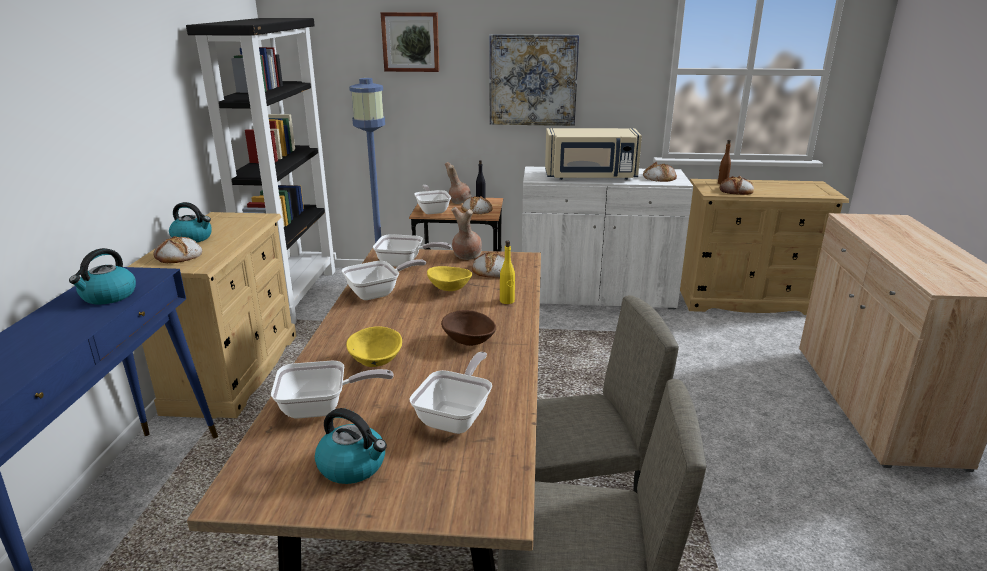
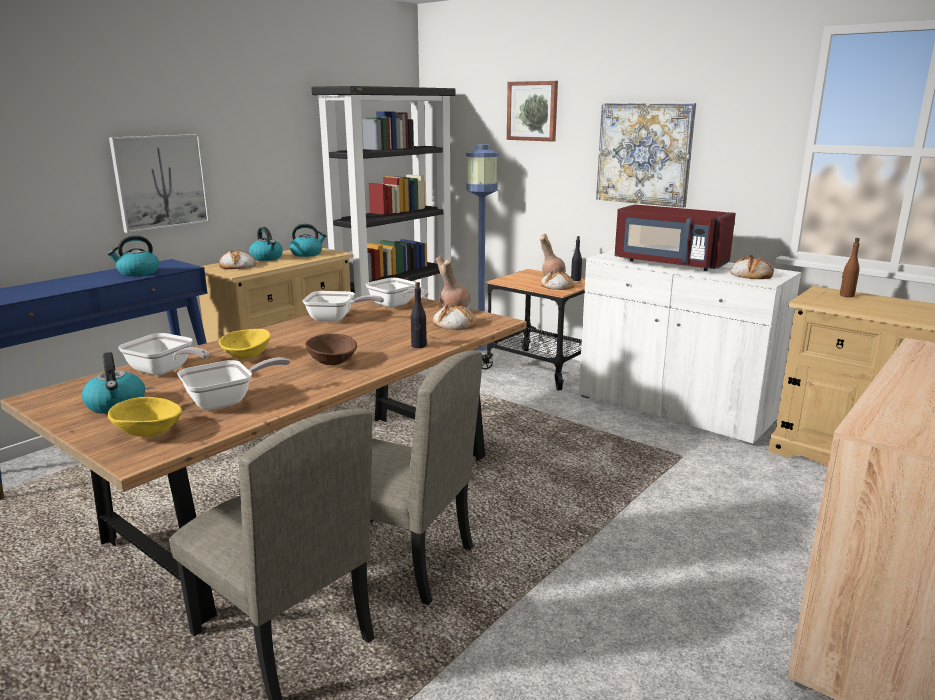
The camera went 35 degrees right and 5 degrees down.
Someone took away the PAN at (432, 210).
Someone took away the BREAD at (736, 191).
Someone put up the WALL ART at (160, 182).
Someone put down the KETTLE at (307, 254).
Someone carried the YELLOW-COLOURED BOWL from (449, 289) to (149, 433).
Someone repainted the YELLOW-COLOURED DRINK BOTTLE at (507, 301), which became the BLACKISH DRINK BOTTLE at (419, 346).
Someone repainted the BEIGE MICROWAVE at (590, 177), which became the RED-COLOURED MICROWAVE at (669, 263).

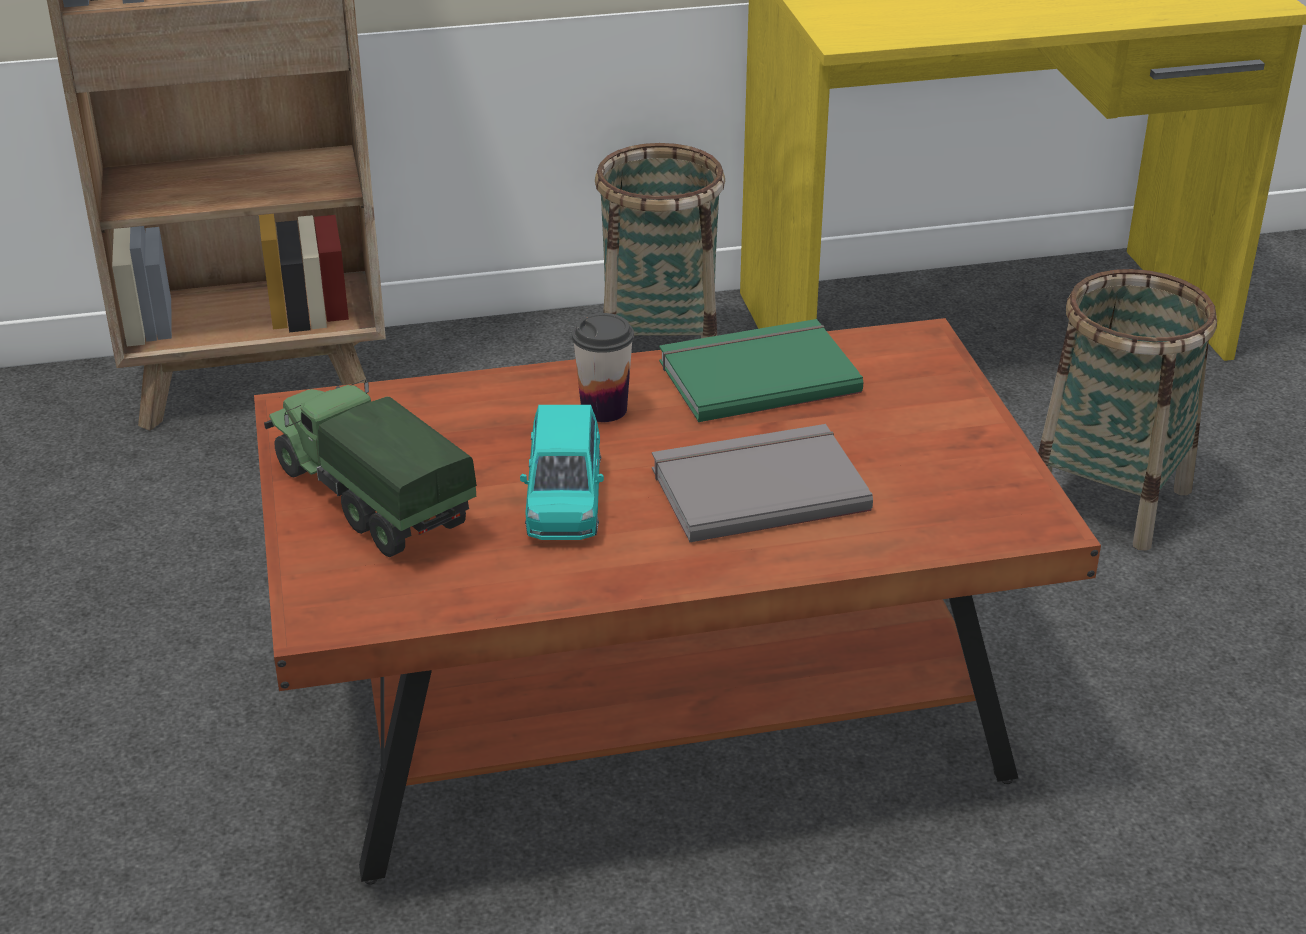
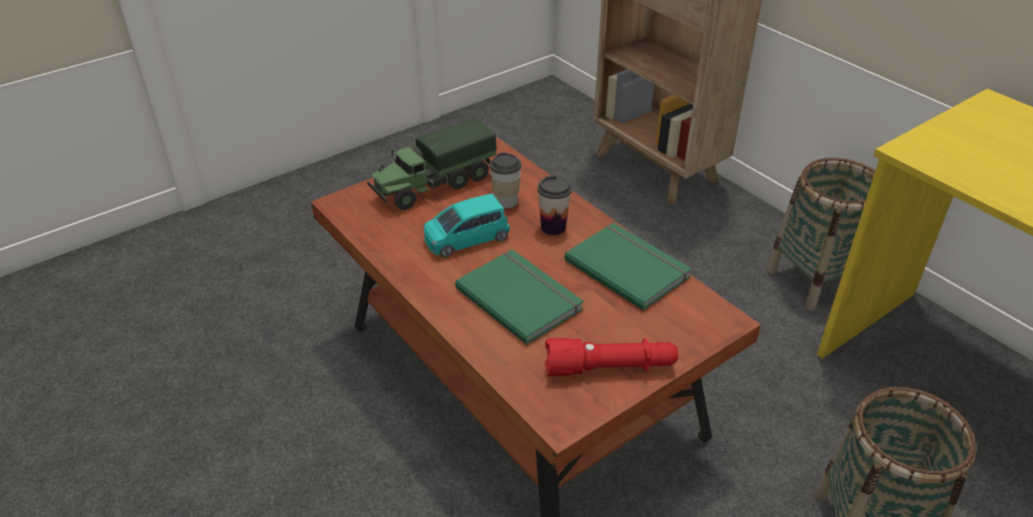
The camera went 65 degrees right and 5 degrees up.
Someone put down the DRINKING CUP at (505, 201).
Someone put down the RED-COLOURED HAND TORCH at (610, 368).
Someone repainted the GREYISH BOOK at (756, 486), which became the GREENISH BOOK at (521, 297).
Someone rotated the MODEL TRUCK at (368, 496) by 150 degrees counterclockwise.

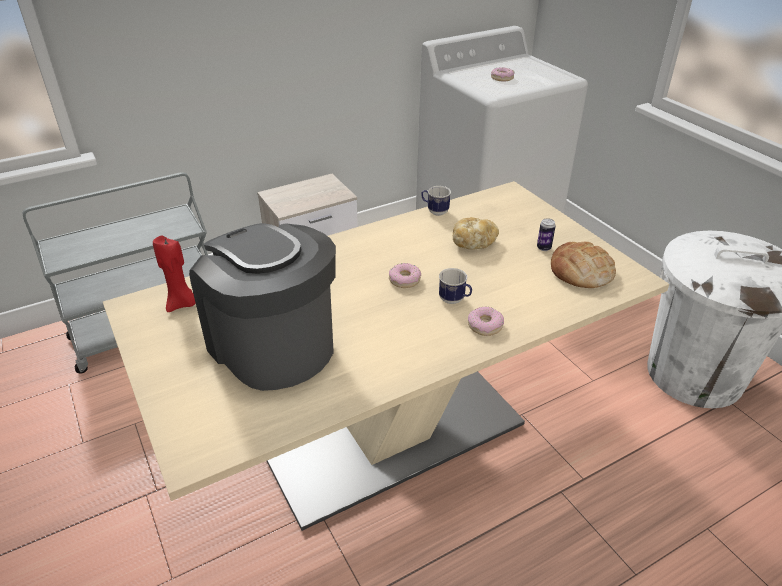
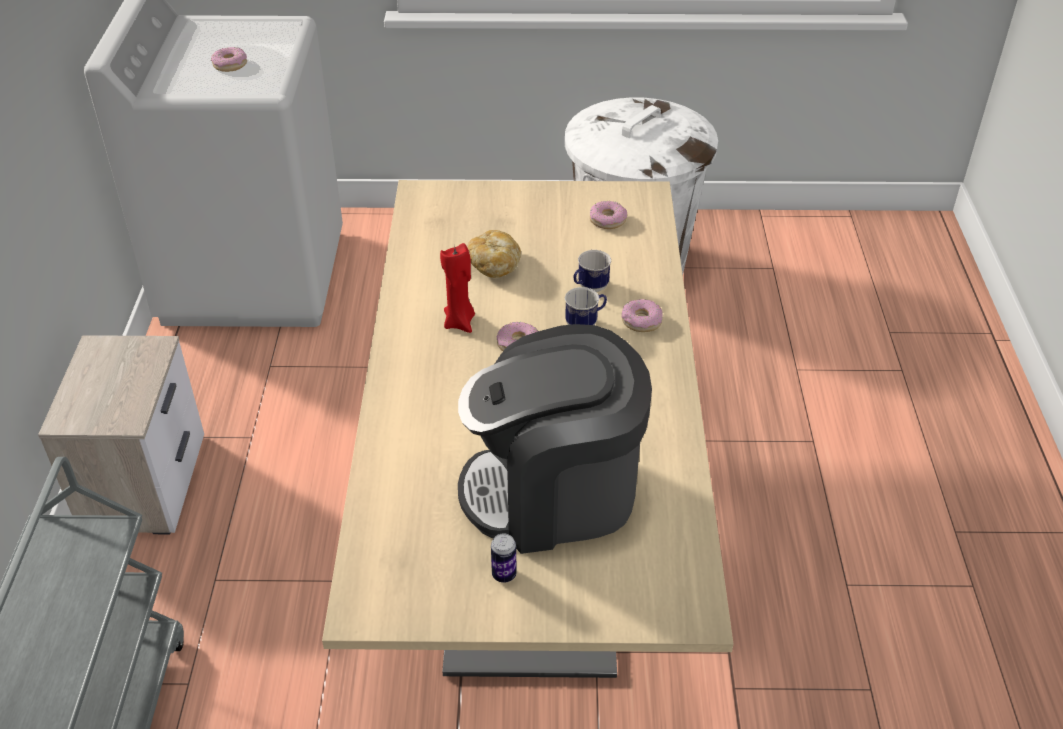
The camera went 60 degrees left and 5 degrees up.
Someone carried the RED-COLOURED WAX CANDLE from (182, 304) to (460, 322).
Someone carried the MUG from (435, 211) to (589, 288).
Someone carried the SEALED CAN from (543, 248) to (504, 574).
Someone swapped the BREAD at (581, 271) for the DONUT at (608, 220).

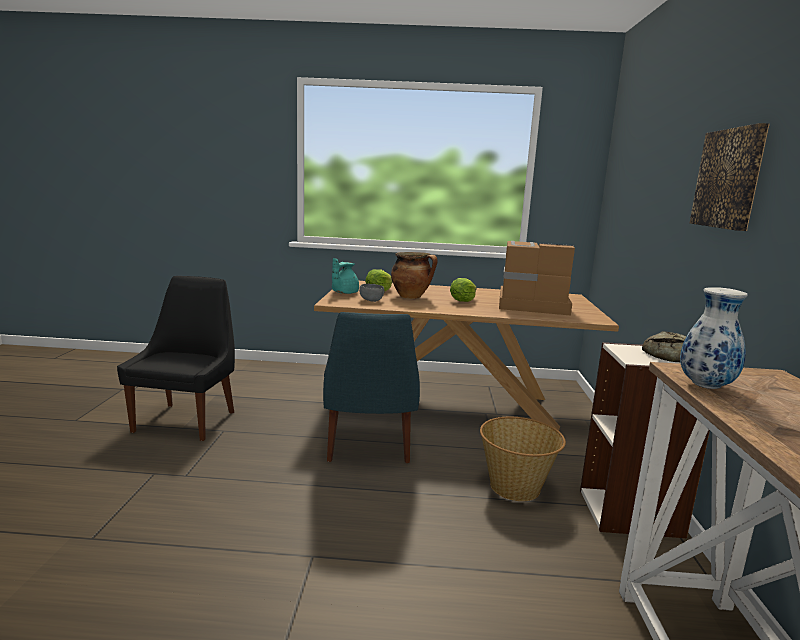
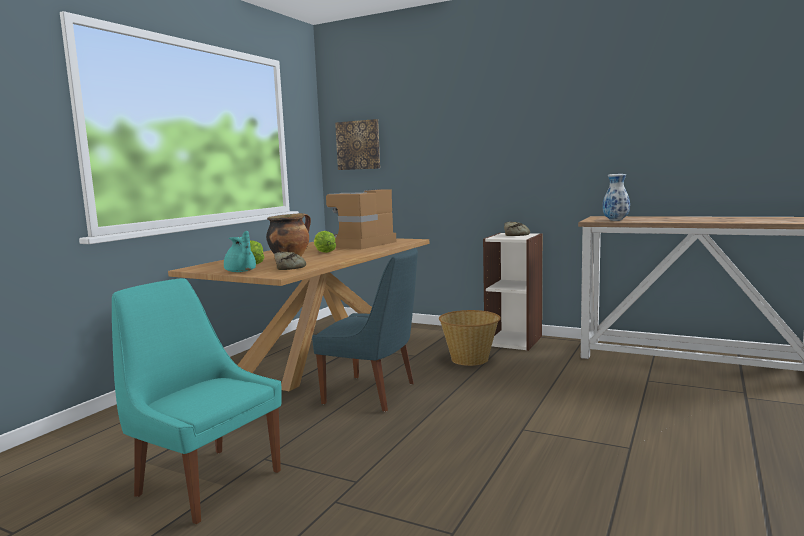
The camera went 65 degrees left and 5 degrees down.
Someone carried the WALL ART from (729, 179) to (358, 145).
Someone swapped the GREYISH BOWL at (371, 300) for the BREAD at (288, 267).
Someone repainted the BLACKISH UPRIGHT CHAIR at (187, 420), which became the TURQUOISE UPRIGHT CHAIR at (205, 482).

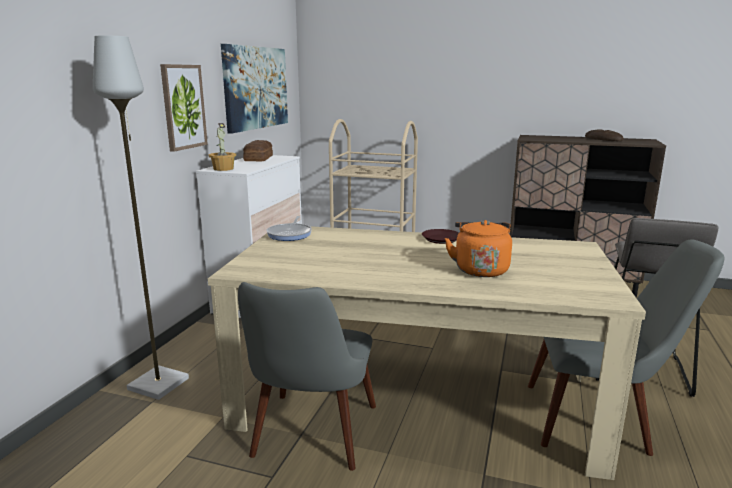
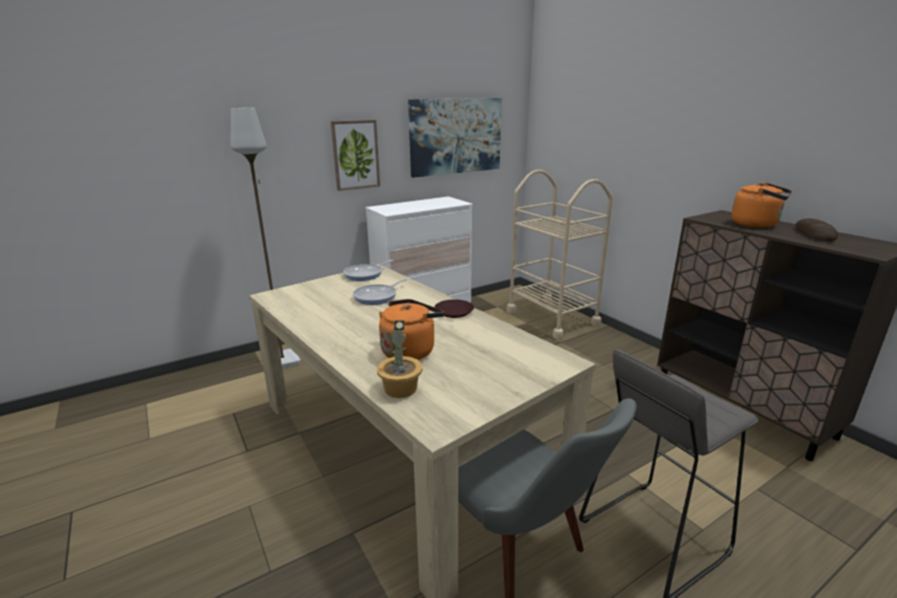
The camera went 40 degrees right and 5 degrees up.
Someone took away the GREYISH UPRIGHT CHAIR at (310, 441).
Someone took away the BREAD at (257, 158).
Someone put down the PAN at (377, 296).
Someone put down the ORANGE KETTLE at (757, 224).
Someone carried the HOUSEPLANT from (223, 169) to (400, 388).

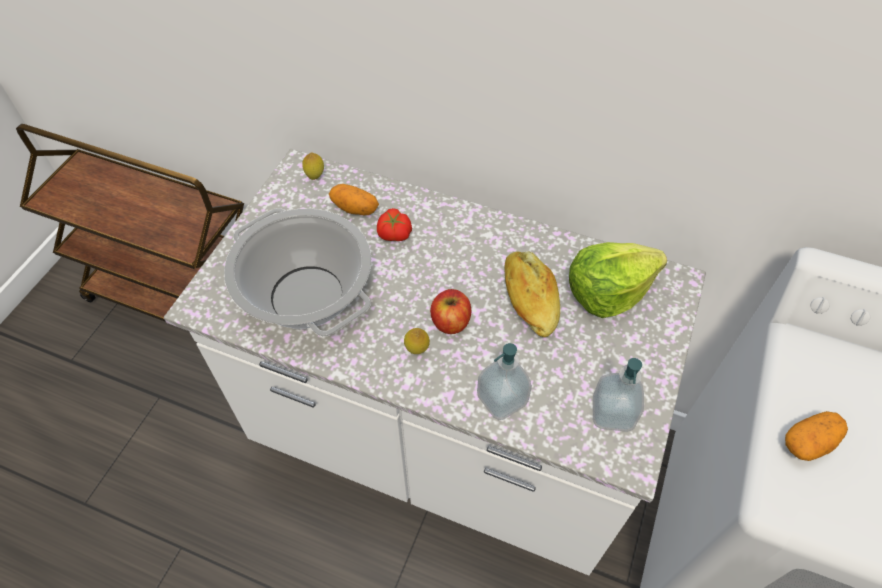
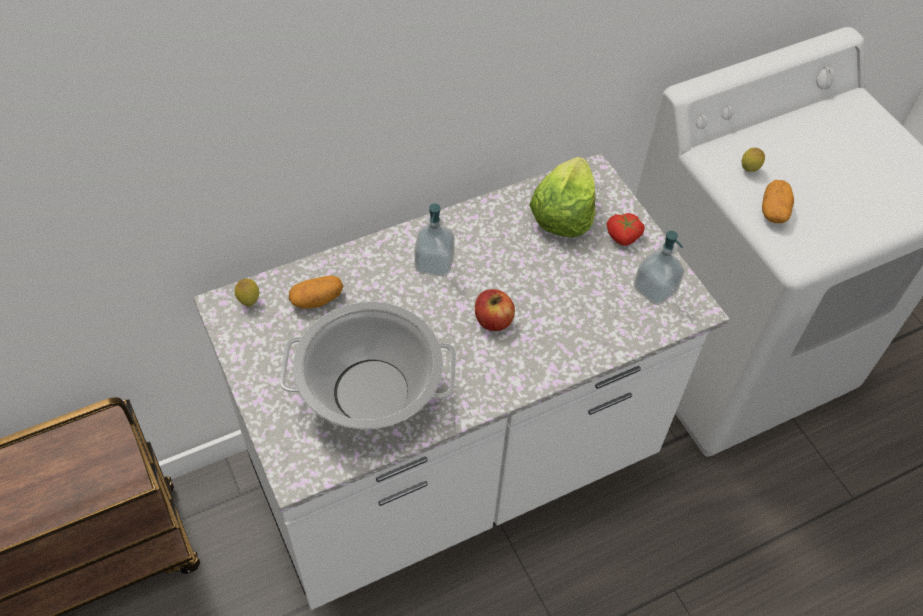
The camera went 50 degrees left and 0 degrees up.
Someone took away the BREAD at (529, 300).
Someone carried the TOMATO from (394, 234) to (623, 237).
Someone carried the WHOLE LEMON from (417, 350) to (749, 170).
Someone carried the SOAP BOTTLE from (502, 399) to (434, 263).

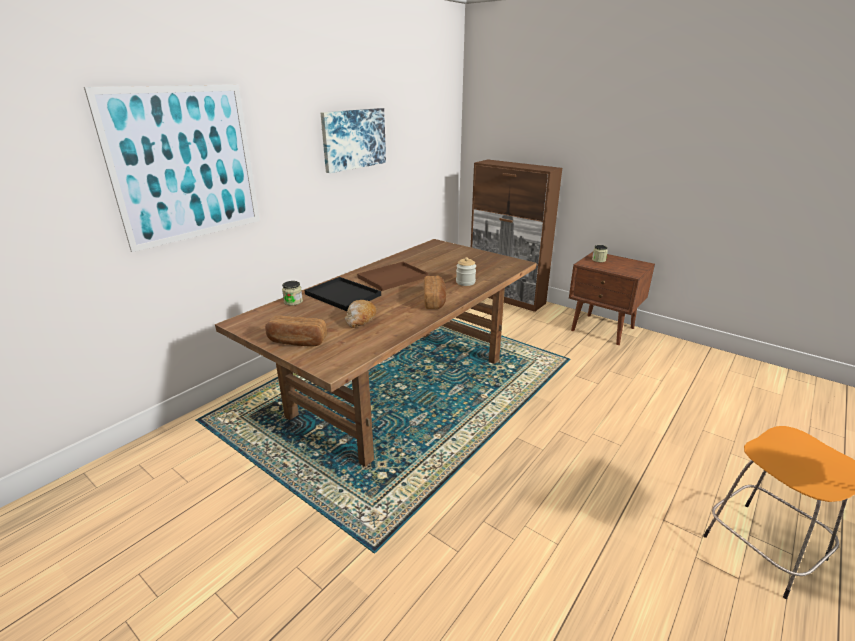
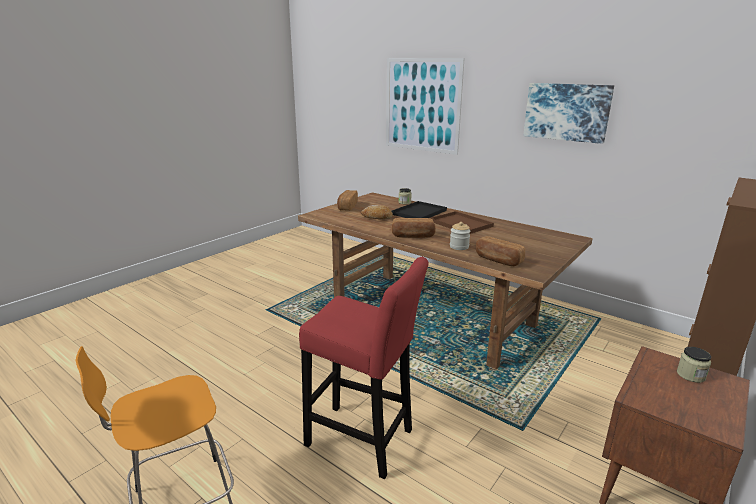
The camera went 90 degrees right and 5 degrees down.
Someone put down the RED-COLOURED STOOL SEAT at (364, 441).
Someone put down the BREAD at (498, 260).

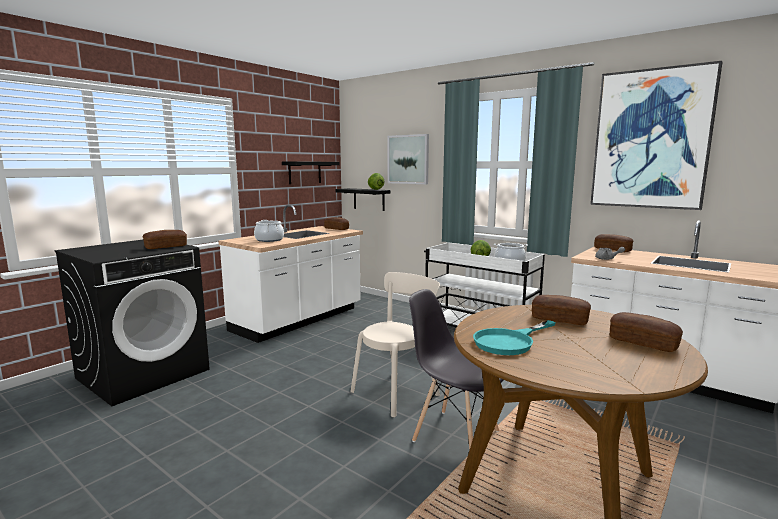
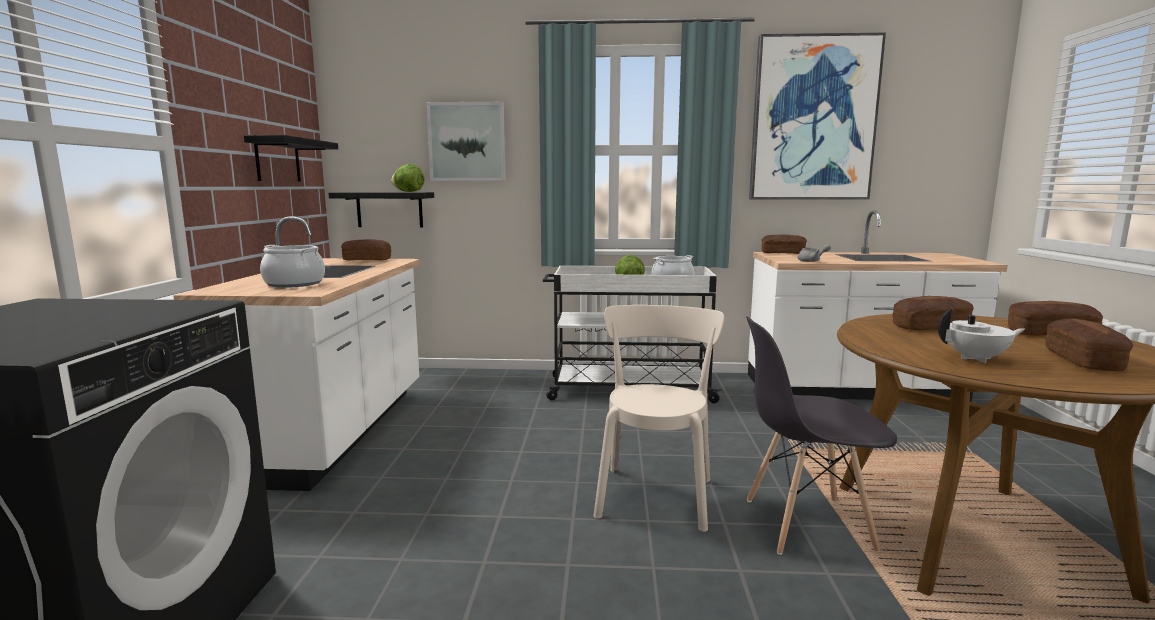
The camera went 35 degrees left and 0 degrees up.
Someone carried the BREAD from (166, 247) to (1082, 360).
Someone swapped the TURQUOISE PAN at (510, 341) for the WHITE-COLOURED TEAPOT at (976, 359).

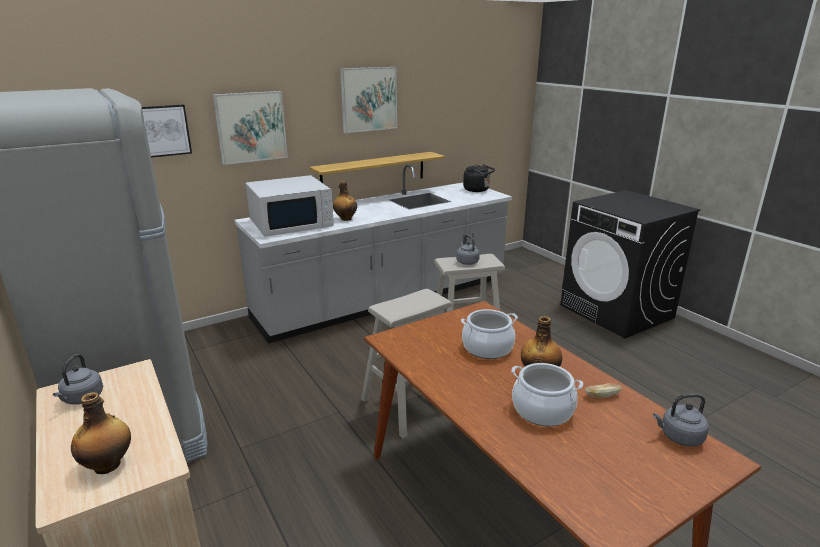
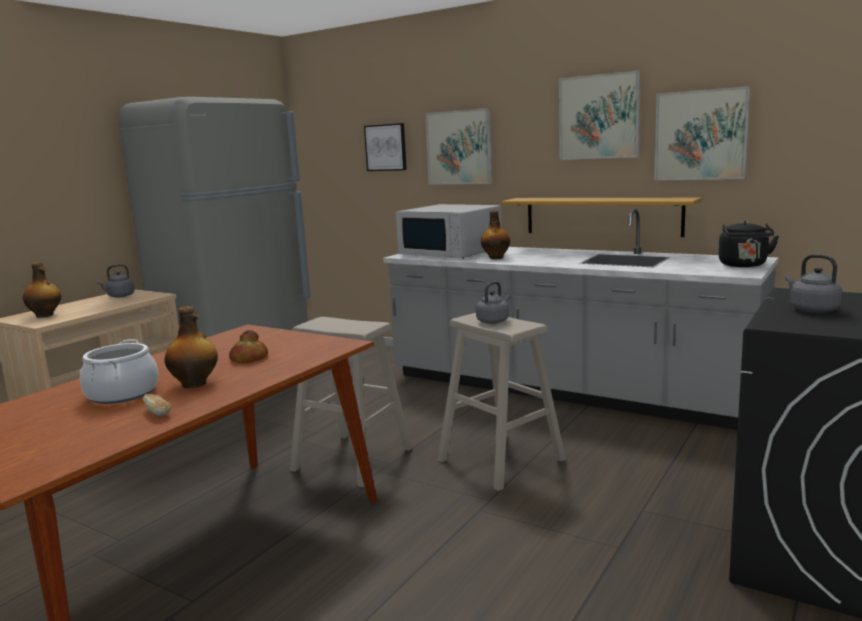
The camera went 65 degrees right and 10 degrees down.
Someone put up the WALL ART at (700, 135).
Someone carried the GREYISH KETTLE from (679, 437) to (811, 310).
Someone swapped the STOCKPOT at (487, 348) for the BREAD at (249, 359).

